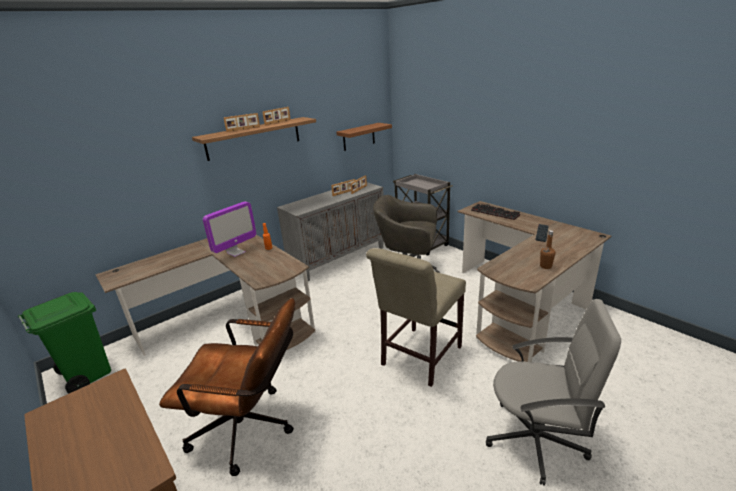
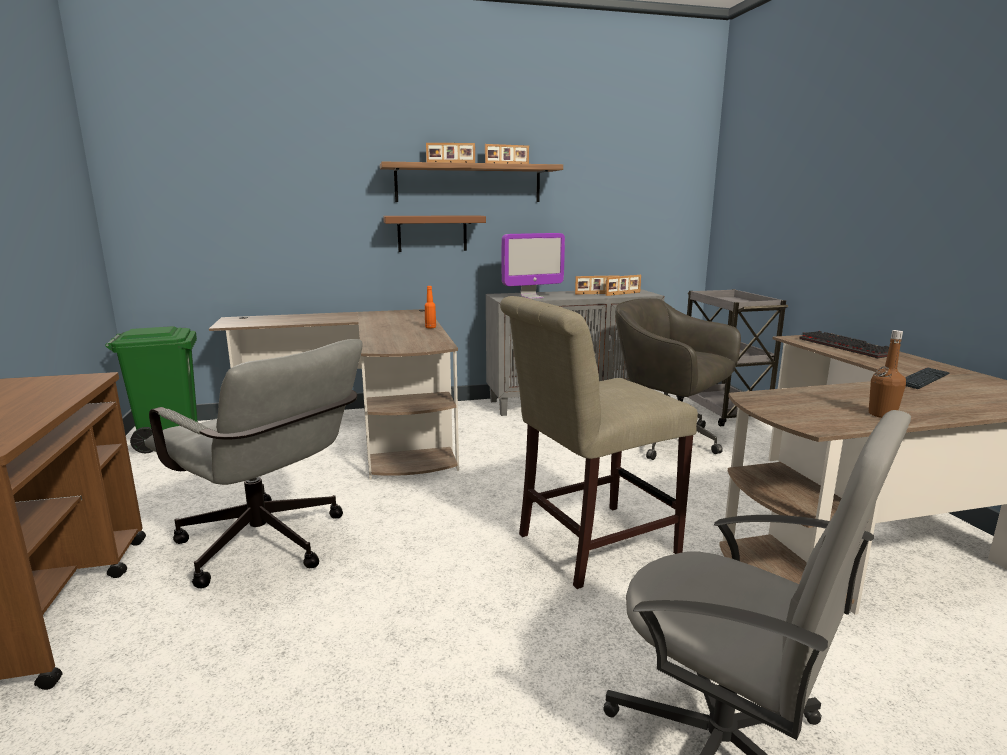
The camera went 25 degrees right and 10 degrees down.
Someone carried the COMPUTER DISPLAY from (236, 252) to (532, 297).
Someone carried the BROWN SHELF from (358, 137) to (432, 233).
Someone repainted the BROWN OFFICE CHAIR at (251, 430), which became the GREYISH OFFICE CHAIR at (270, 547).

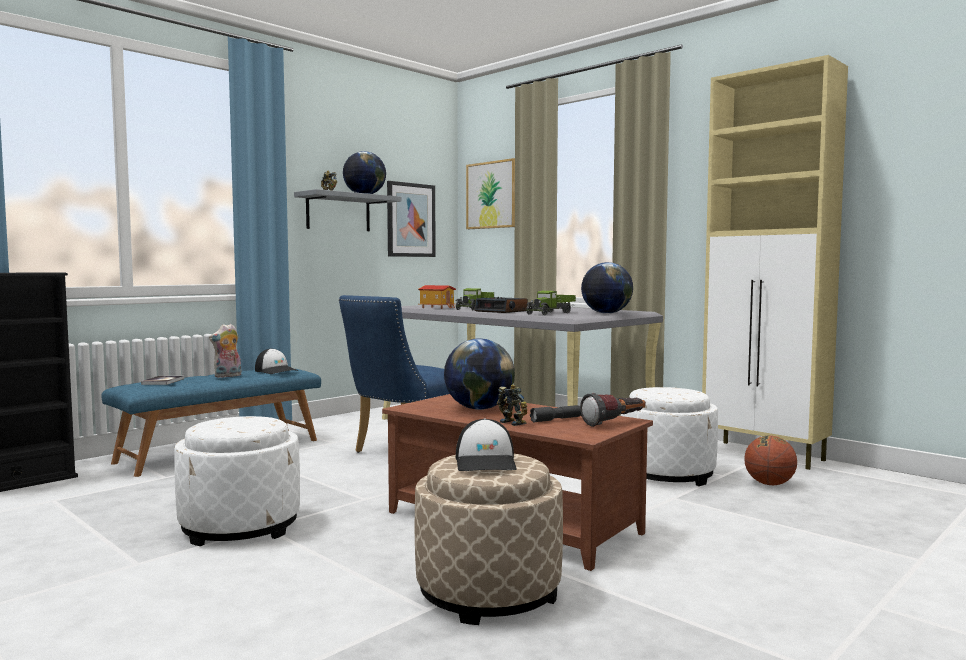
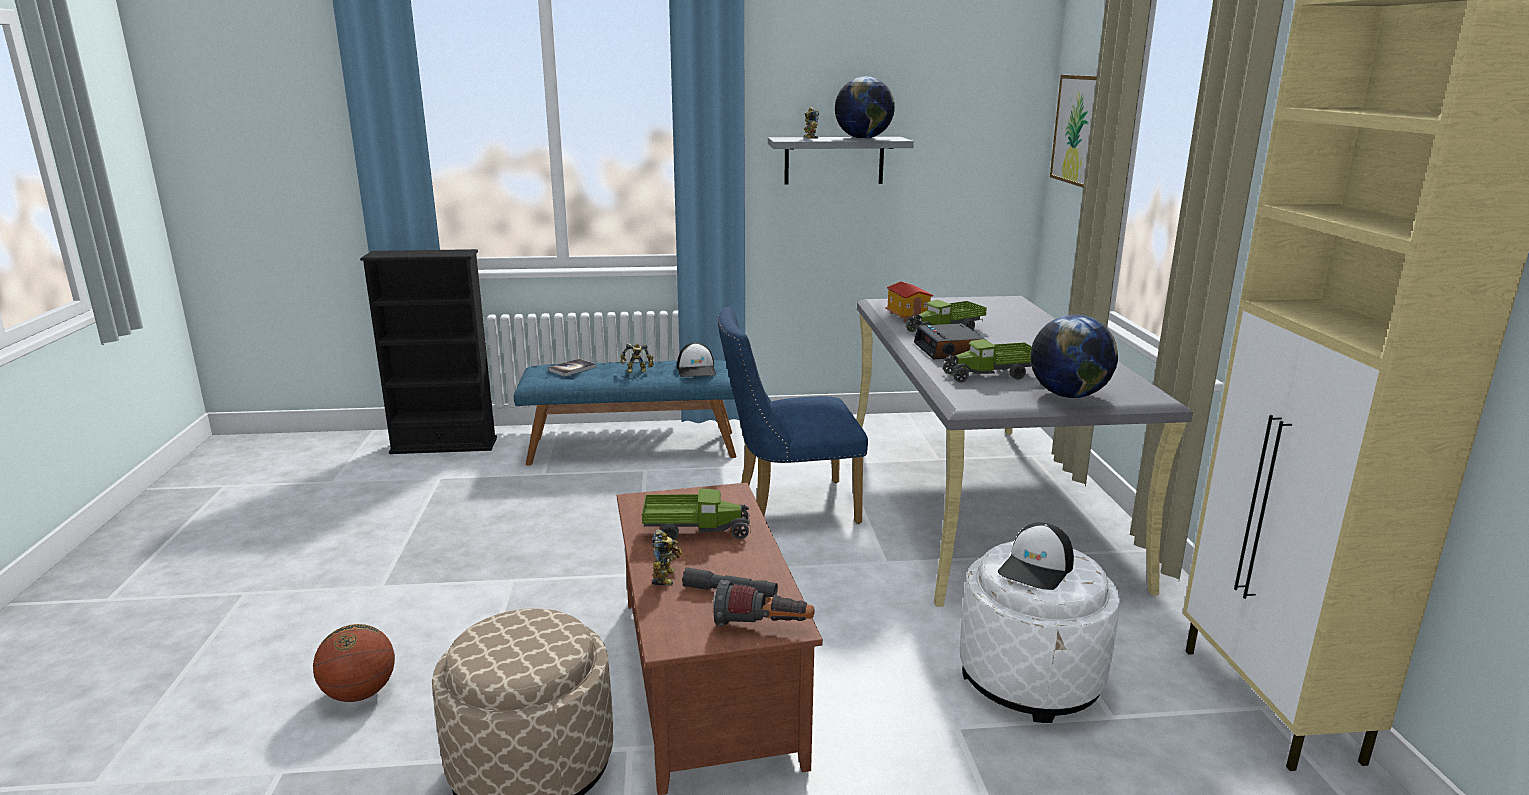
The camera went 40 degrees right and 15 degrees up.
Someone took away the WHITE-COLOURED FOOTREST at (240, 526).
Someone took away the WALL ART at (410, 220).
Someone carried the CAP from (486, 462) to (1036, 568).
Someone carried the BALL FOR BASKETBALL from (769, 484) to (360, 693).
Someone swapped the PLUSH TOY at (227, 376) for the TOY ROBOT at (637, 371).
Someone swapped the WORLD GLOBE at (479, 408) for the MODEL TRUCK at (696, 531).

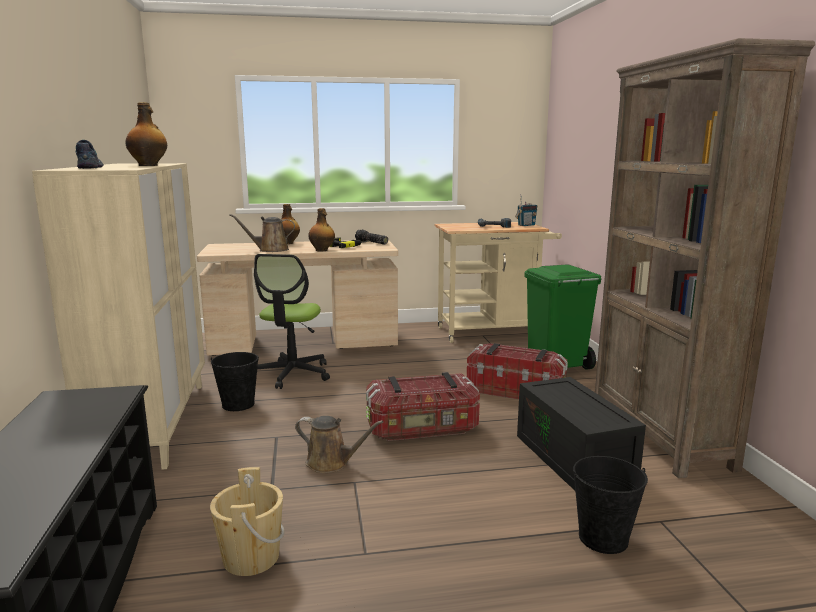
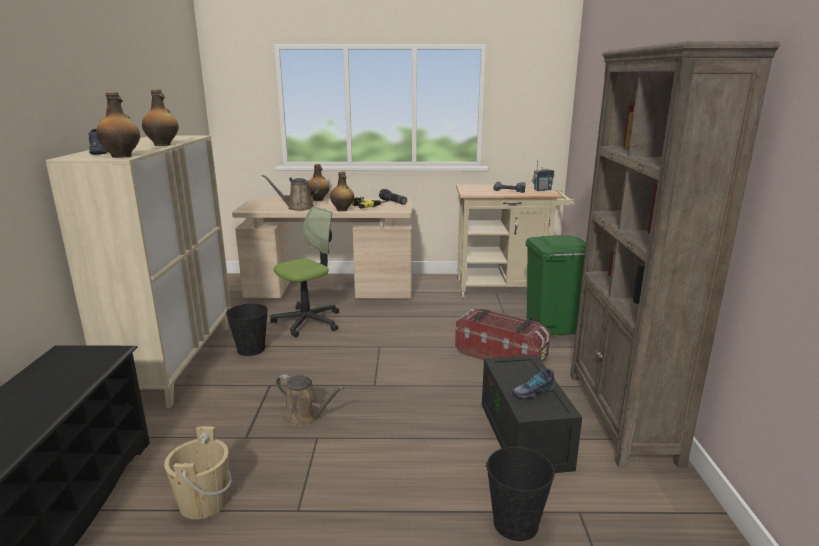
The camera went 10 degrees right and 5 degrees up.
Someone took away the STORAGE CONTAINER at (422, 429).
Someone put down the DRINK BOTTLE at (122, 156).
Someone put down the ITEM OF FOOTWEAR at (533, 392).
Someone rotated the OFFICE CHAIR at (292, 374) by 150 degrees counterclockwise.

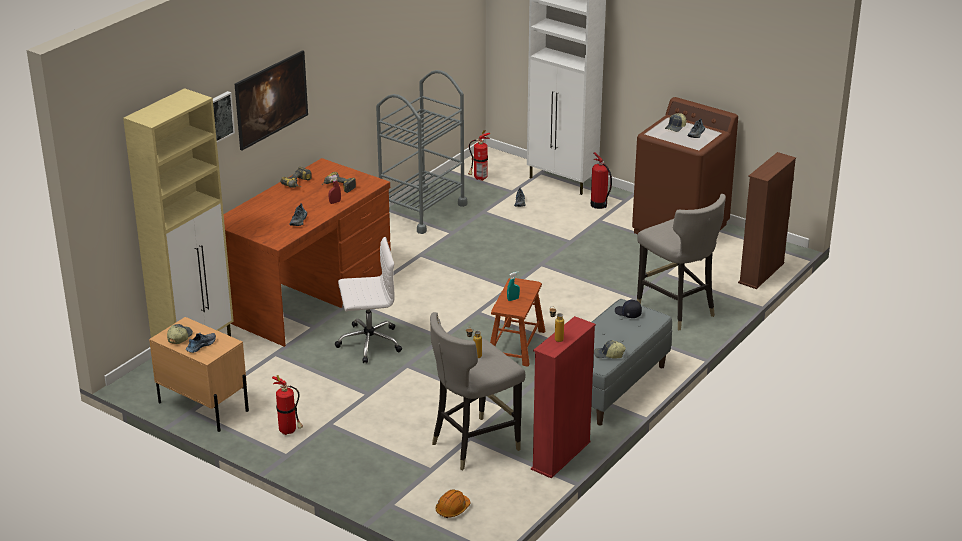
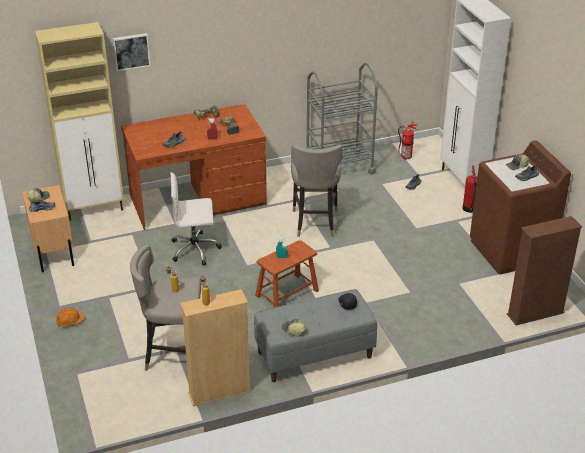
The camera went 35 degrees right and 5 degrees up.
Someone took away the WALL ART at (272, 115).
Someone took away the FIRE-FIGHTING CYLINDER at (289, 432).
Someone carried the ORANGE HARD HAT from (452, 509) to (70, 321).
Someone carried the GREYISH STOOL SEAT from (677, 310) to (315, 223).
Someone repainted the RED-COLOURED BOOKSHELF at (561, 456), which became the BEIGE BOOKSHELF at (219, 392).
Someone rotated the WHITE-COLOURED OFFICE CHAIR at (368, 343) by 150 degrees clockwise.

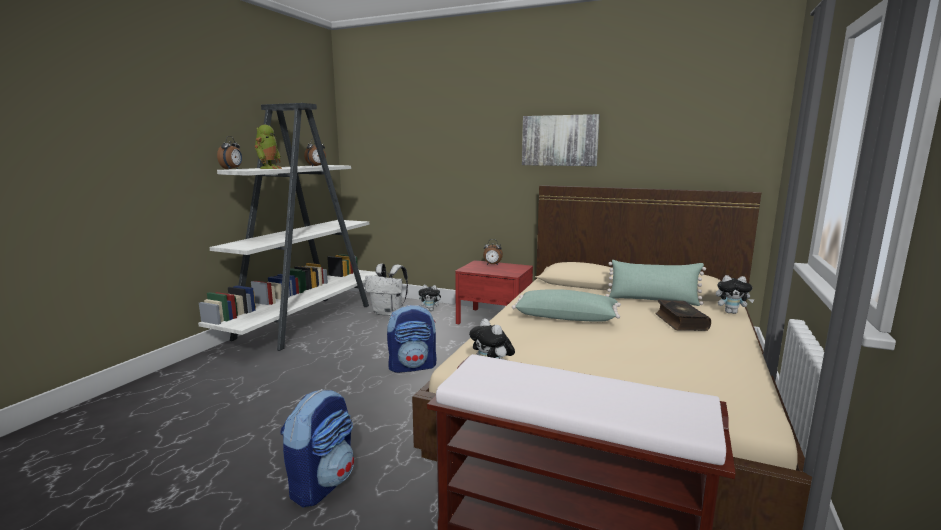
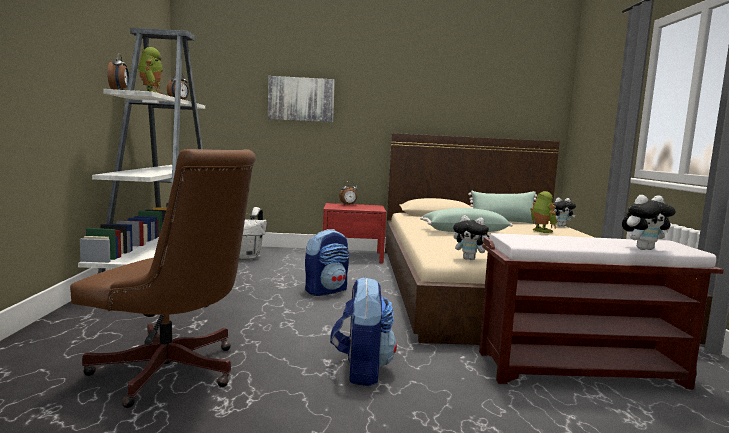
The camera went 25 degrees left and 5 degrees down.
Someone put down the BROWN OFFICE CHAIR at (174, 373).
Someone carried the PLUSH TOY from (430, 310) to (643, 249).
Someone carried the WALL ART from (559, 140) to (301, 99).
Someone swapped the BOOK at (680, 322) for the TOY ROBOT at (541, 231).

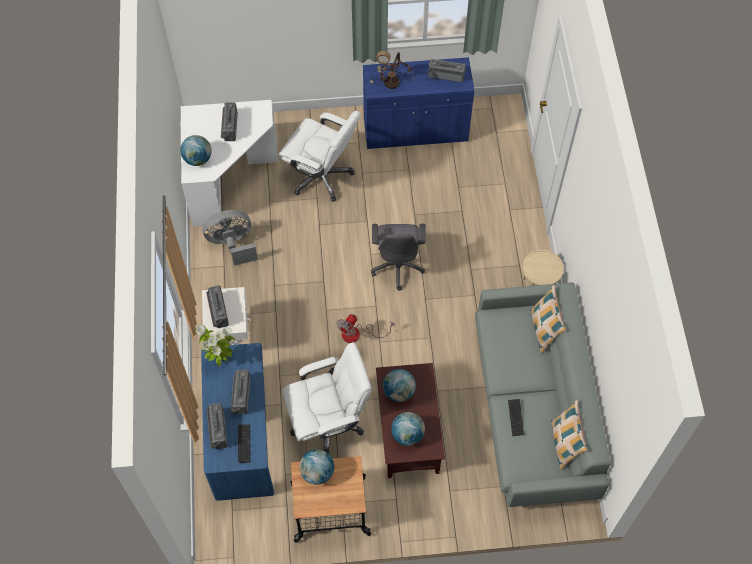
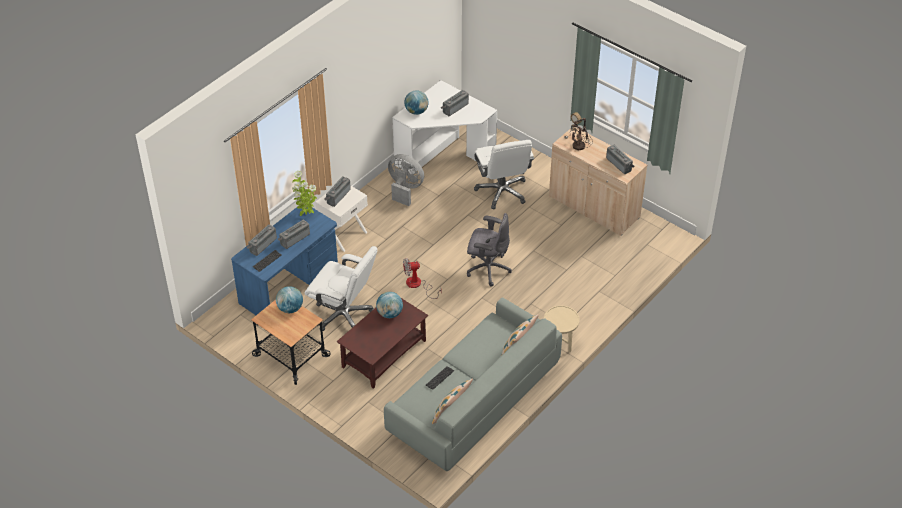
The camera went 45 degrees right and 15 degrees down.
Someone took away the WORLD GLOBE at (407, 435).
Someone repainted the BLUE-COLOURED STORAGE CABINET at (415, 130), which became the BEIGE STORAGE CABINET at (594, 207).
Someone rotated the GREYISH OFFICE CHAIR at (397, 265) by 120 degrees counterclockwise.

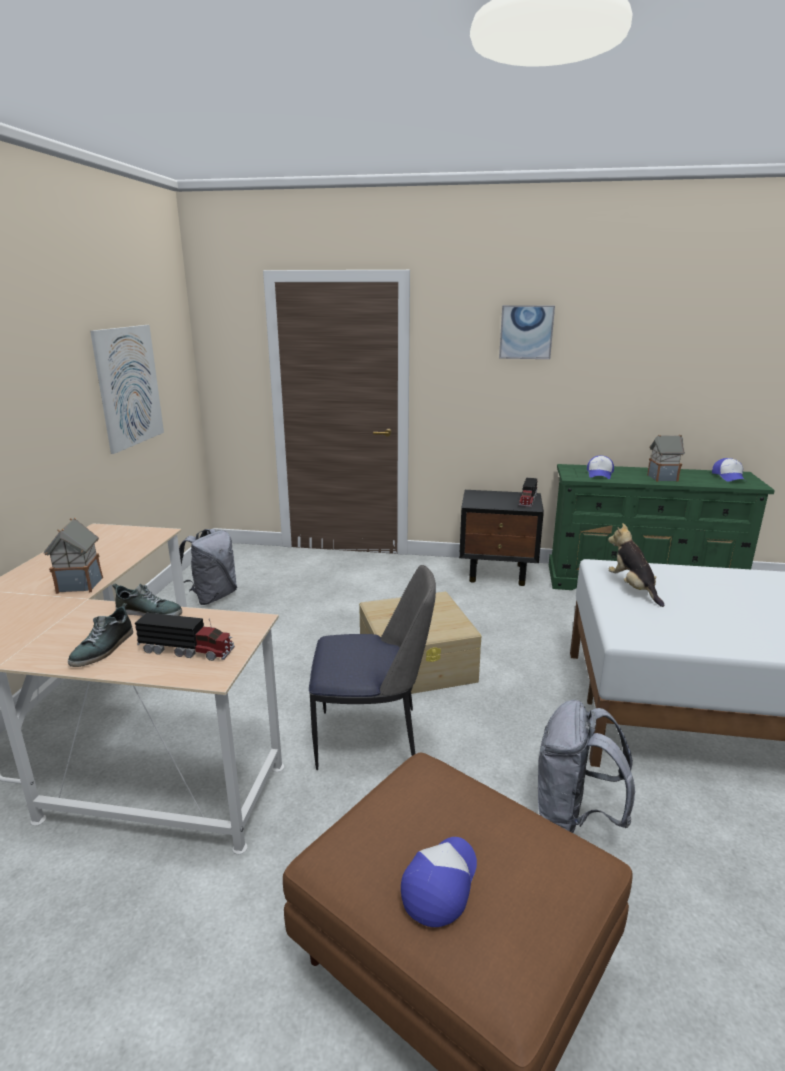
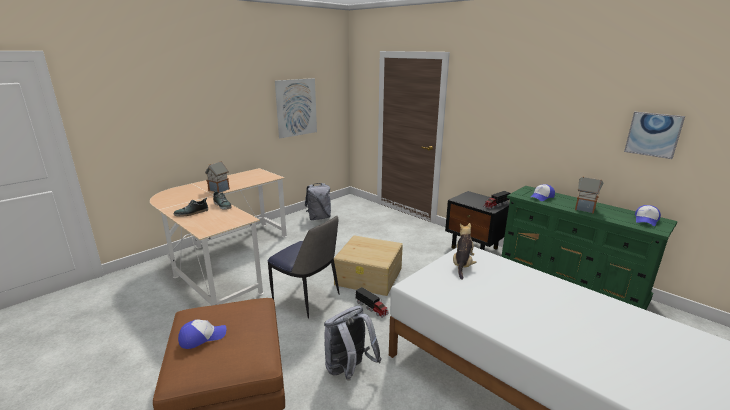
The camera went 35 degrees right and 0 degrees up.
Someone carried the MODEL TRUCK from (188, 650) to (372, 308).
Someone carried the WALL ART from (526, 332) to (653, 134).

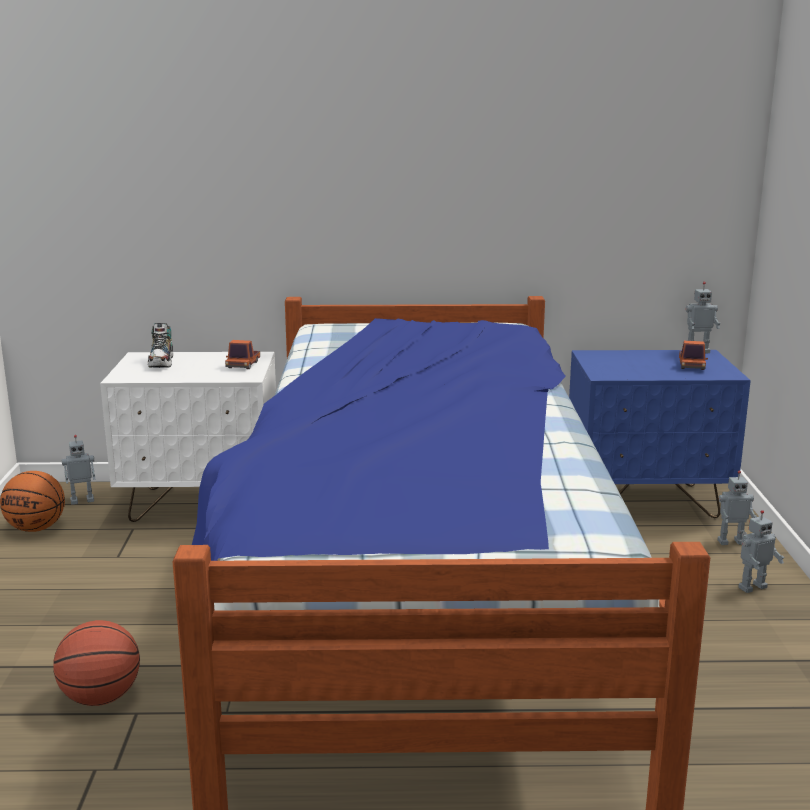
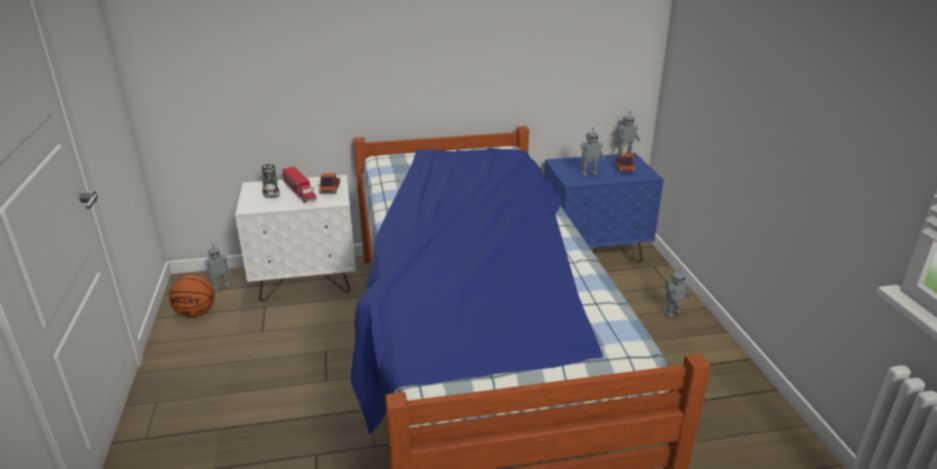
The camera went 10 degrees left and 10 degrees up.
Someone took away the BALL FOR BASKETBALL at (101, 697).
Someone put down the MODEL TRUCK at (300, 192).
Someone carried the TOY ROBOT from (730, 541) to (588, 174).

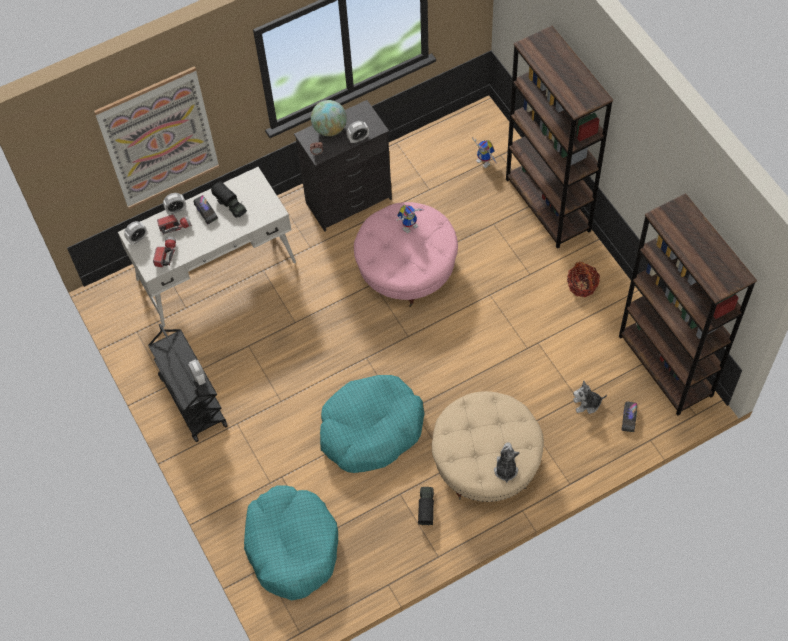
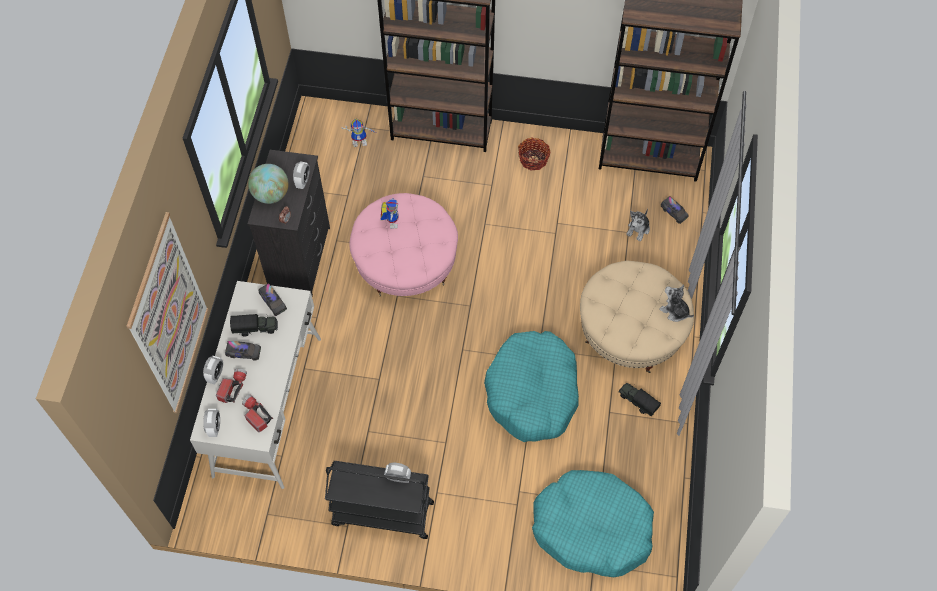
The camera went 55 degrees left and 0 degrees up.
Someone put down the MODEL TRUCK at (273, 302).

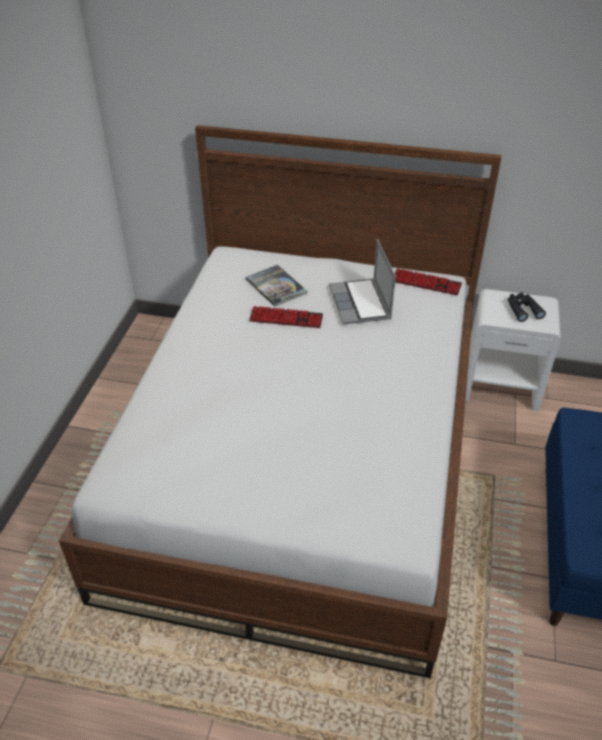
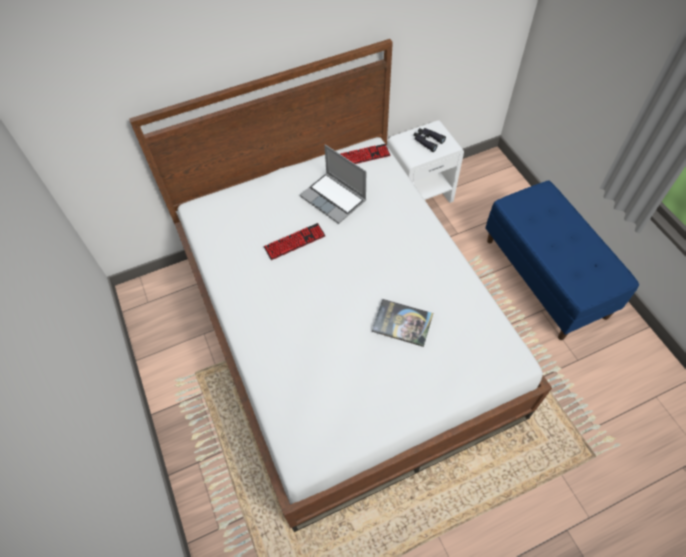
The camera went 35 degrees left and 15 degrees up.
Someone carried the BOOK from (276, 286) to (402, 323).

